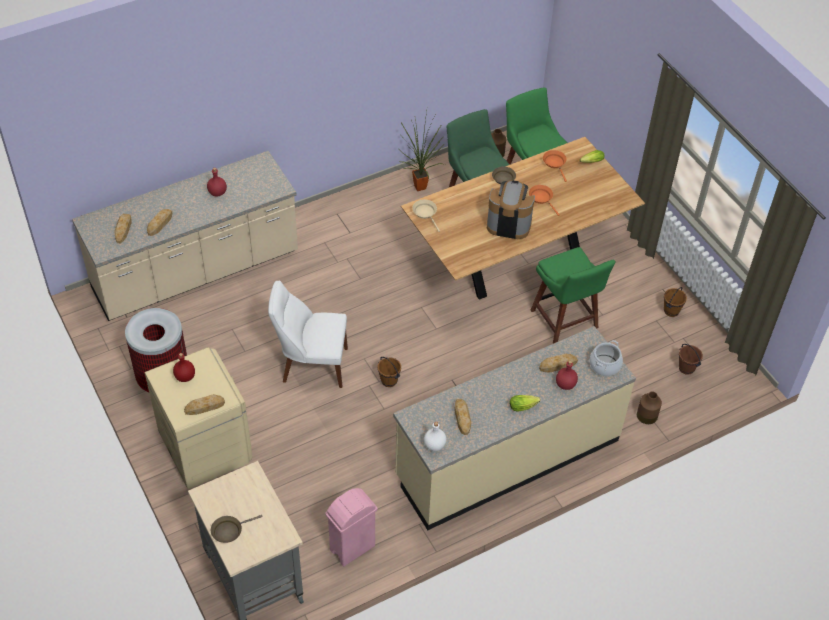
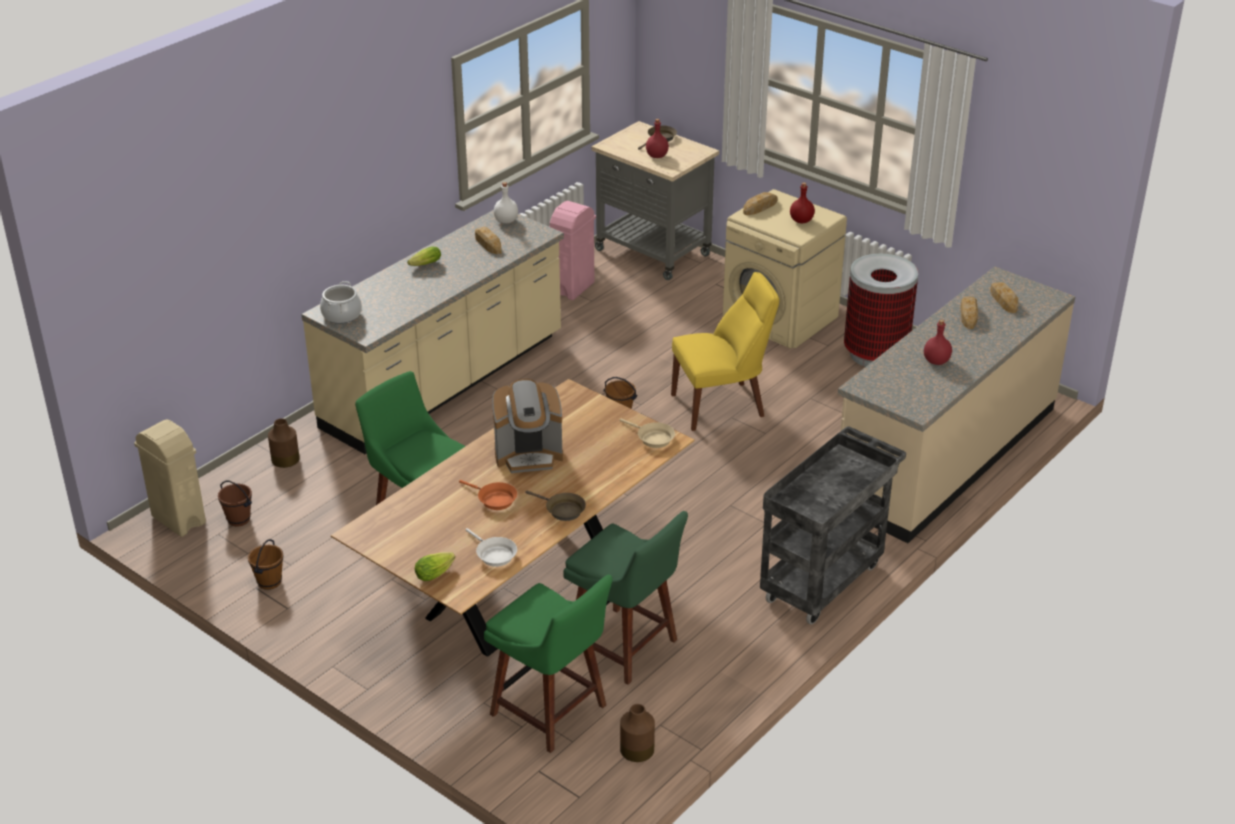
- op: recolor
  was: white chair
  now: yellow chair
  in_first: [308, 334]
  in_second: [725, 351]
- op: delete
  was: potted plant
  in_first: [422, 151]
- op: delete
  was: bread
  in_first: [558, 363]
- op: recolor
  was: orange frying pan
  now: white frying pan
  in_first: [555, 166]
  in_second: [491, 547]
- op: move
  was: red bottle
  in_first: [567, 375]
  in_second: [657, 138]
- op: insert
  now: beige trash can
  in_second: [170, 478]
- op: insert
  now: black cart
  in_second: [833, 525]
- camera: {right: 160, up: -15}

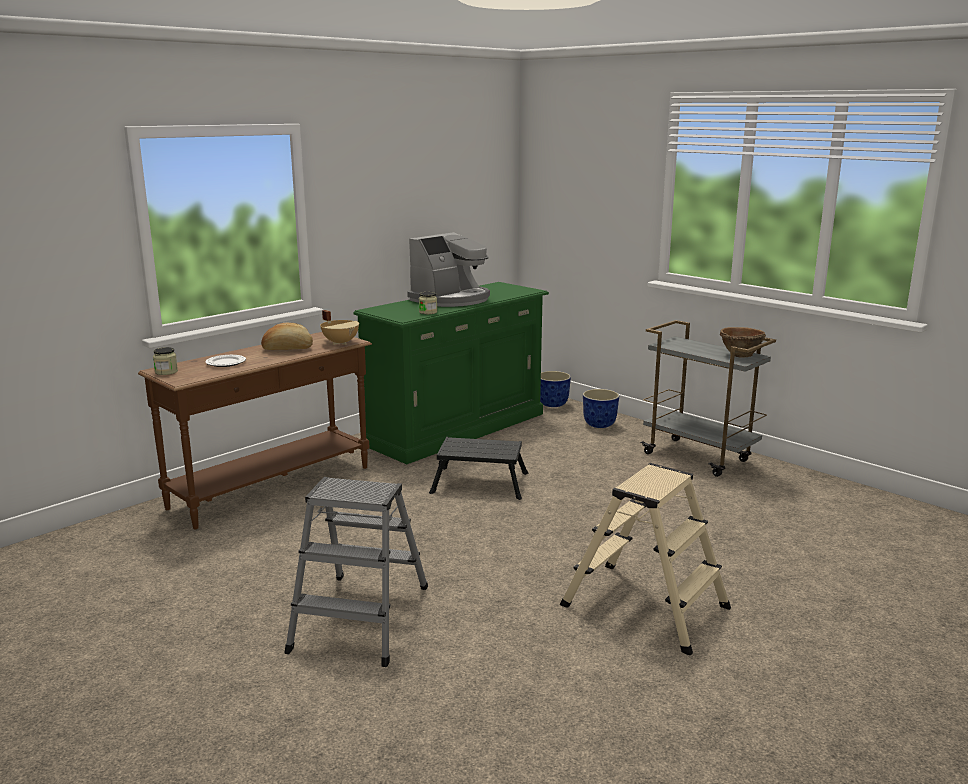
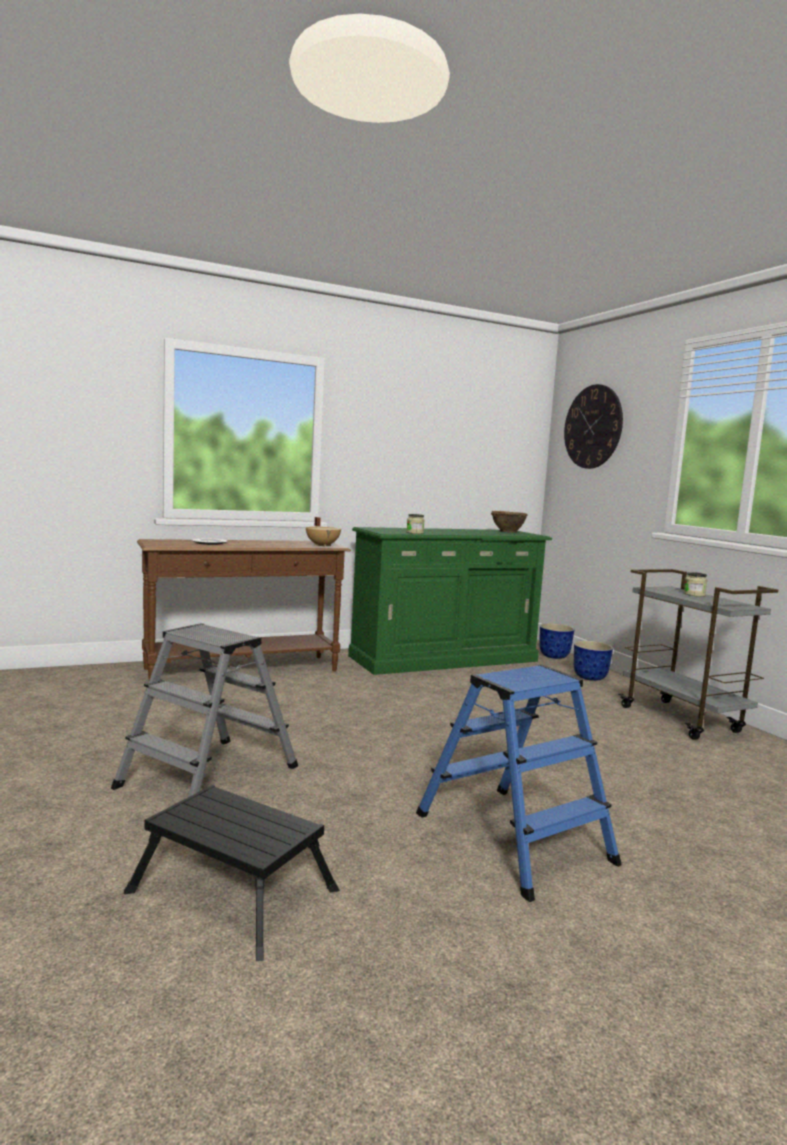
- op: move
  was: jar
  in_first: [165, 361]
  in_second: [695, 584]
- op: delete
  was: bread
  in_first: [287, 336]
- op: delete
  was: coffee machine
  in_first: [448, 269]
- op: move
  was: black step ladder
  in_first: [478, 468]
  in_second: [232, 873]
- op: recolor
  was: beige step ladder
  now: blue step ladder
  in_first: [645, 559]
  in_second: [519, 783]
- op: move
  was: brown bowl
  in_first: [743, 342]
  in_second: [509, 521]
- op: insert
  now: wall clock
  in_second: [593, 426]
- camera: {right: 20, up: -10}

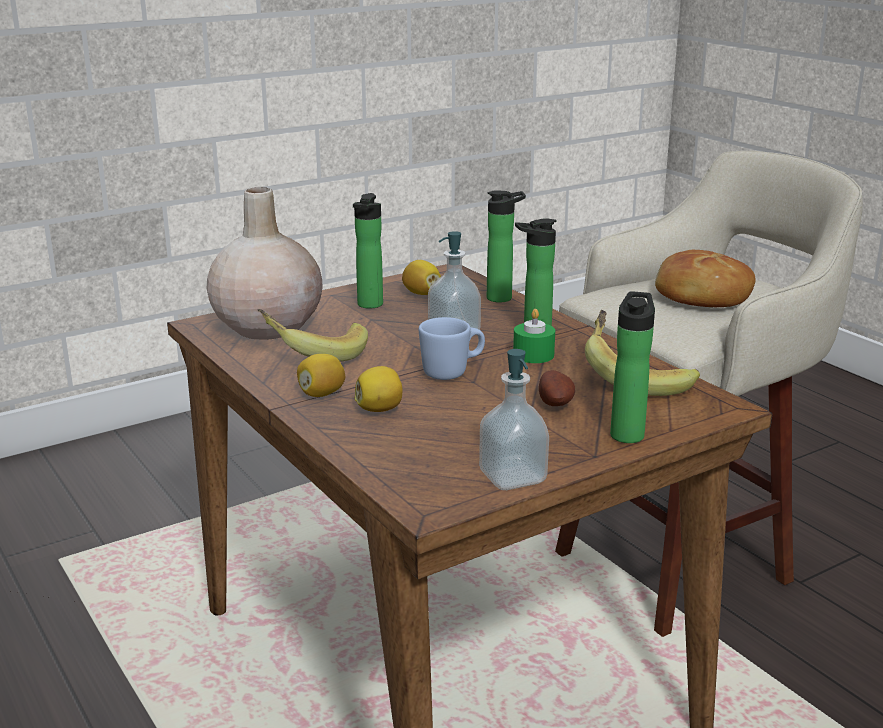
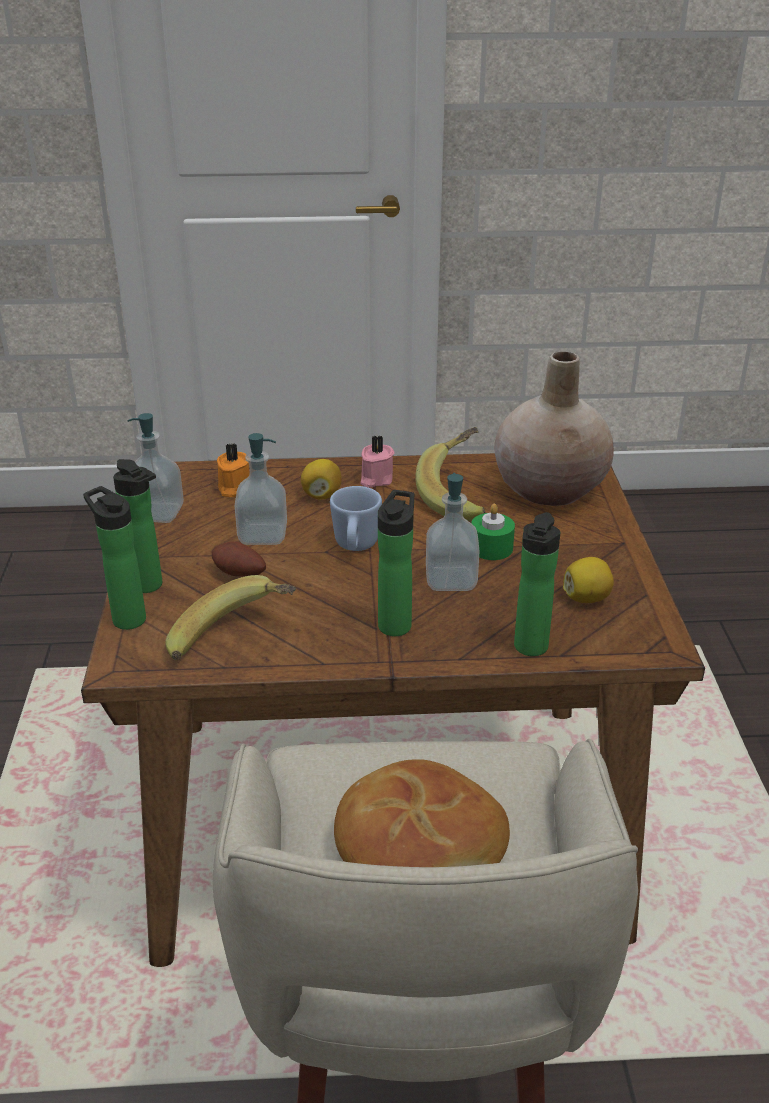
- op: replace
  was: lemon
  now: pink candle
  in_first: [321, 375]
  in_second: [377, 461]
- op: move
  was: bottle
  in_first: [368, 251]
  in_second: [114, 558]
- op: move
  was: green candle
  in_first: [534, 336]
  in_second: [493, 532]
- op: insert
  now: orange candle
  in_second: [233, 470]
- op: insert
  now: soap dispenser
  in_second: [261, 489]
- camera: {right: 120, up: 10}

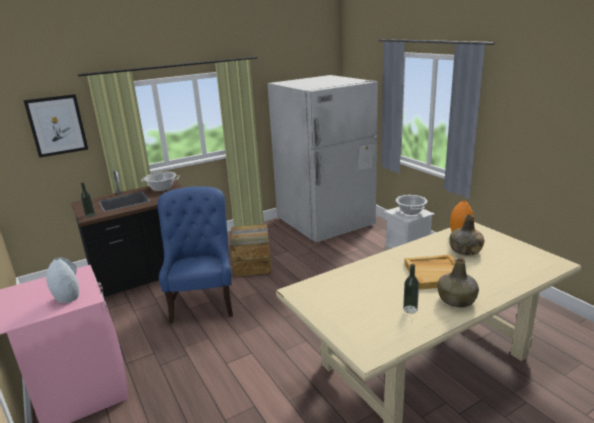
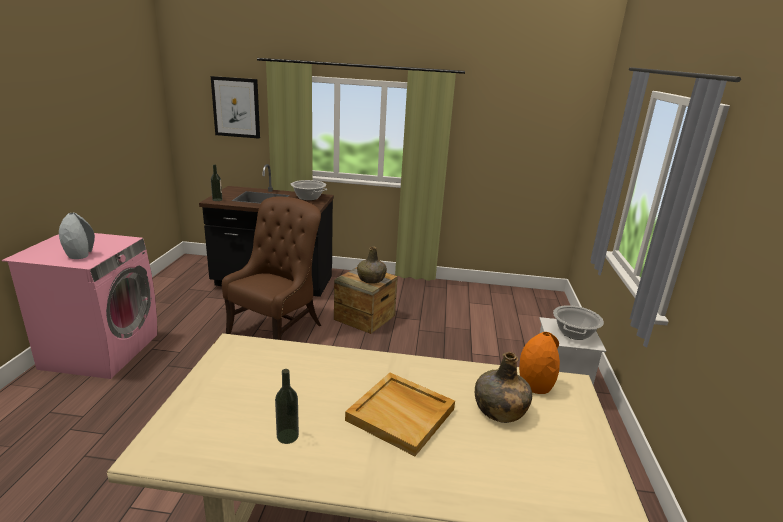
- op: recolor
  was: blue chair
  now: brown chair
  in_first: [195, 254]
  in_second: [271, 268]
- op: delete
  was: white fridge
  in_first: [322, 158]
- op: move
  was: green bottle
  in_first: [458, 282]
  in_second: [372, 265]
- camera: {right: 35, up: 0}

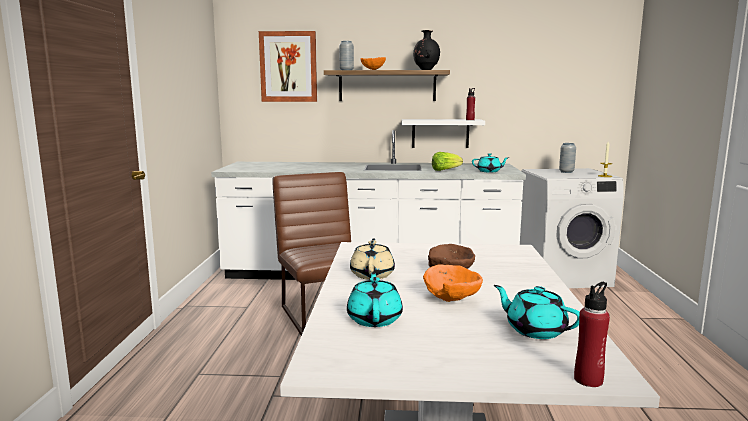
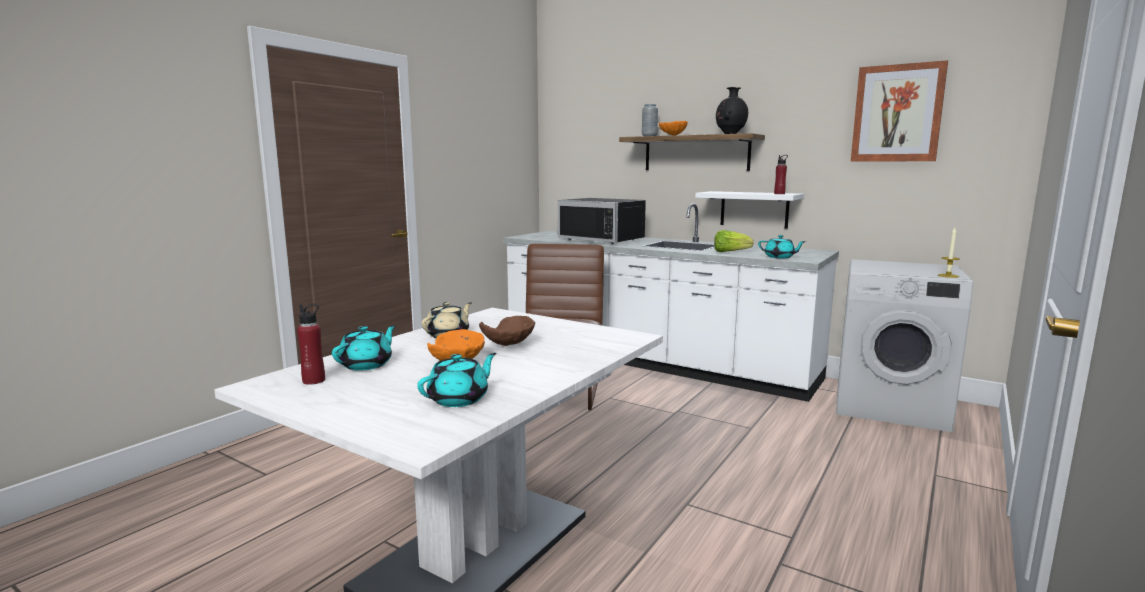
- op: move
  was: picture
  in_first: [288, 66]
  in_second: [899, 111]
- op: rotate
  was: turquoise teapot
  in_first: [537, 312]
  in_second: [456, 380]
  clockwise: 60
- op: delete
  was: grey vase
  in_first: [567, 158]
- op: move
  was: red bottle
  in_first: [592, 334]
  in_second: [311, 344]
- op: insert
  now: black microwave
  in_second: [602, 221]
- camera: {right: 30, up: 0}

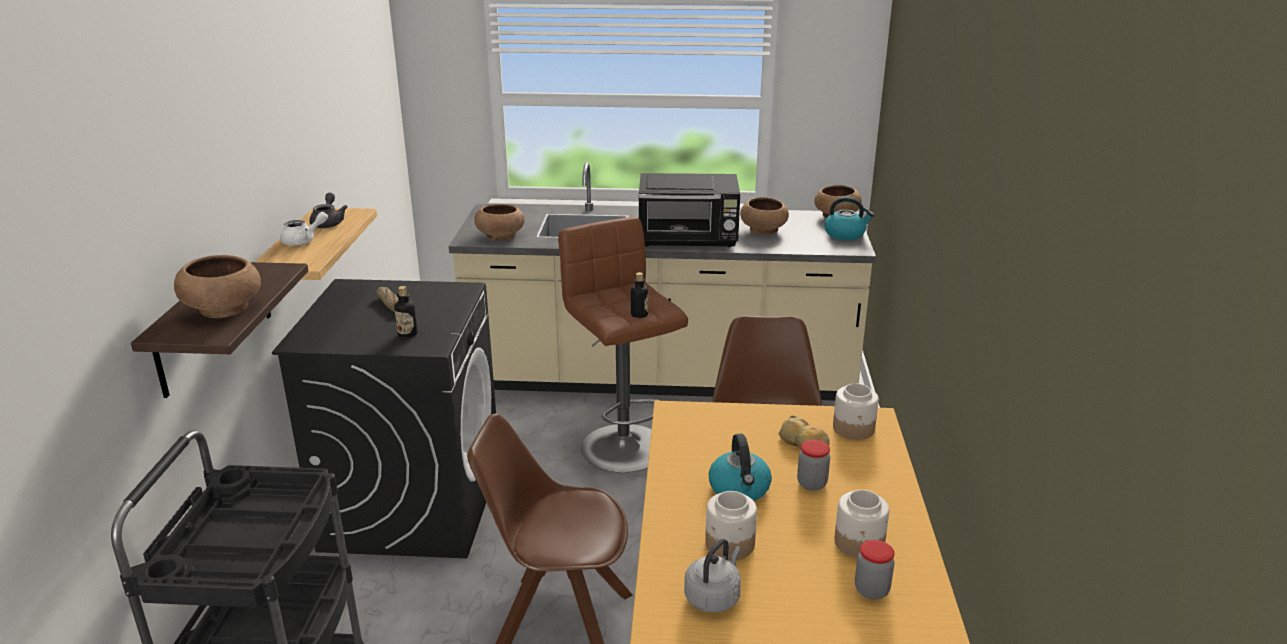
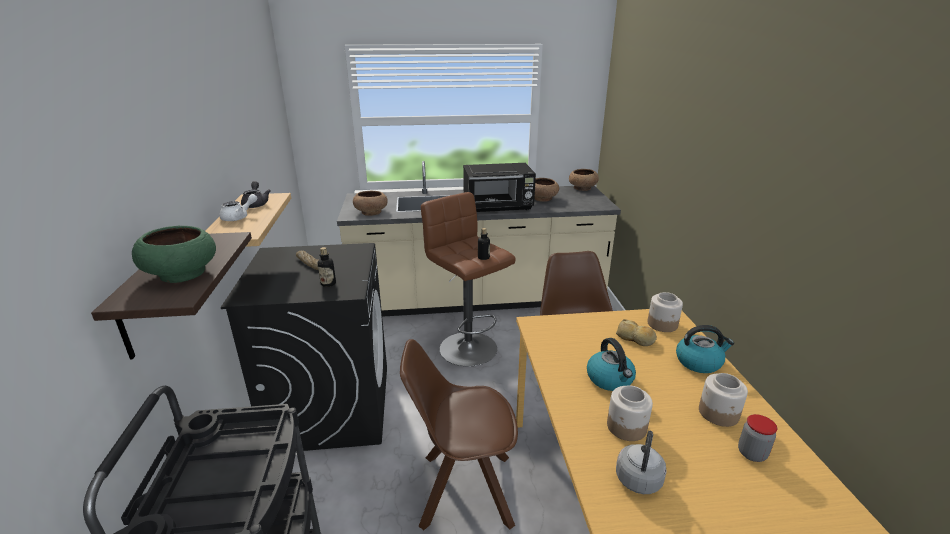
- op: recolor
  was: brown bowl
  now: green bowl
  in_first: [217, 286]
  in_second: [174, 254]
- op: delete
  was: jar
  in_first: [813, 465]
- op: move
  was: kettle
  in_first: [849, 218]
  in_second: [705, 349]
- camera: {right: -10, up: 0}

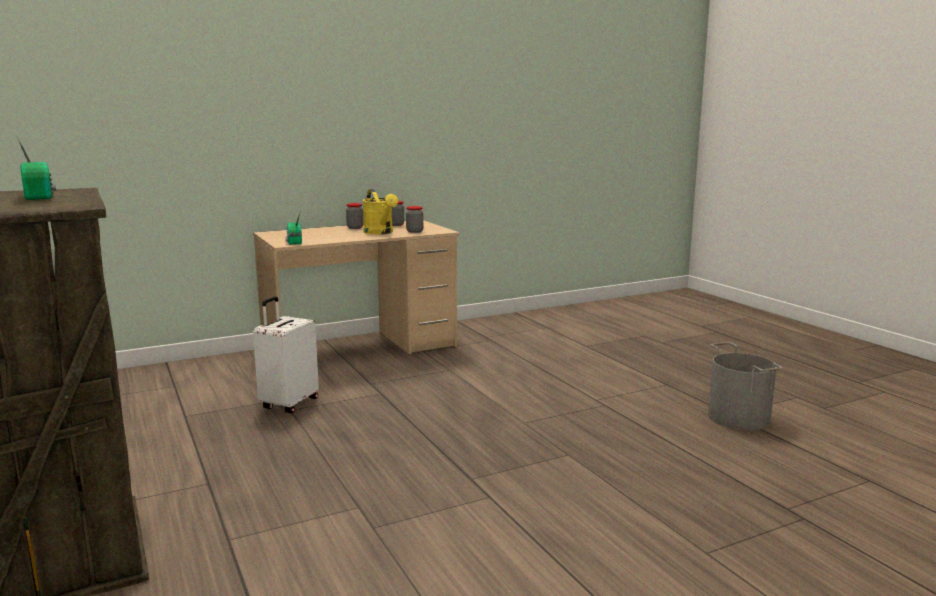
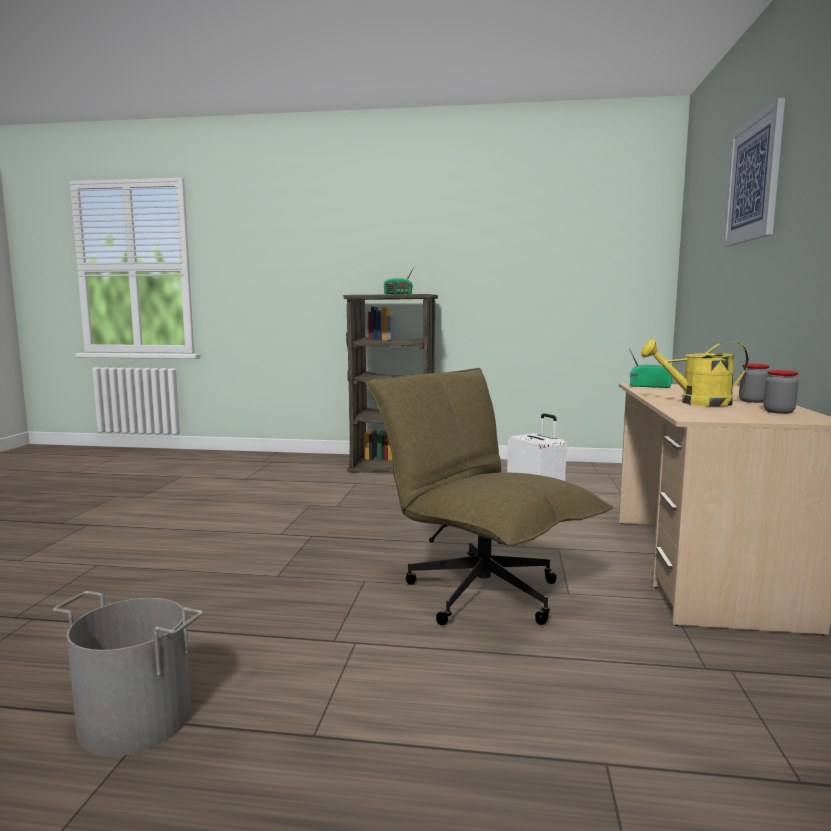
- op: delete
  was: jar
  in_first: [414, 219]
- op: insert
  now: beige office chair
  in_second: [489, 496]
- op: insert
  now: picture
  in_second: [754, 172]
- camera: {right: 125, up: -5}

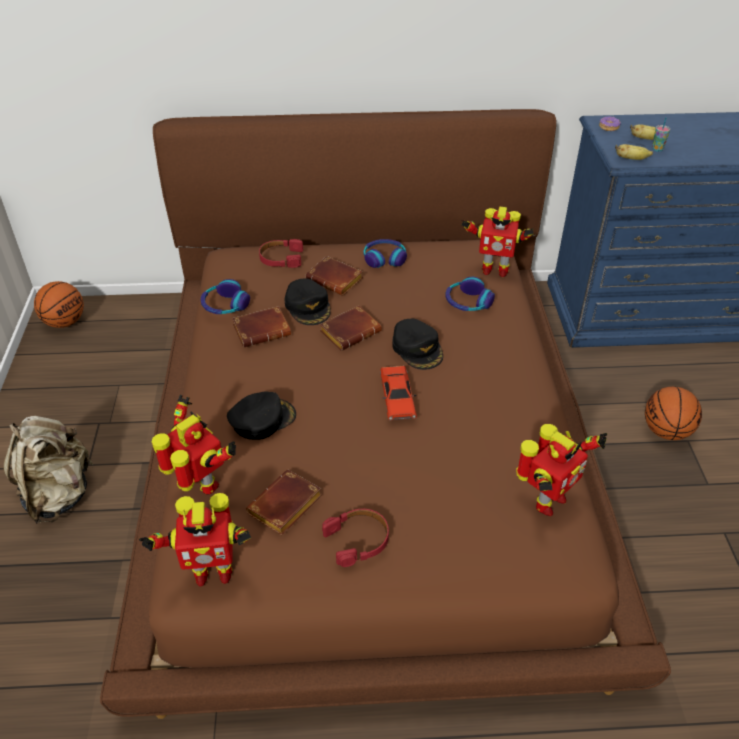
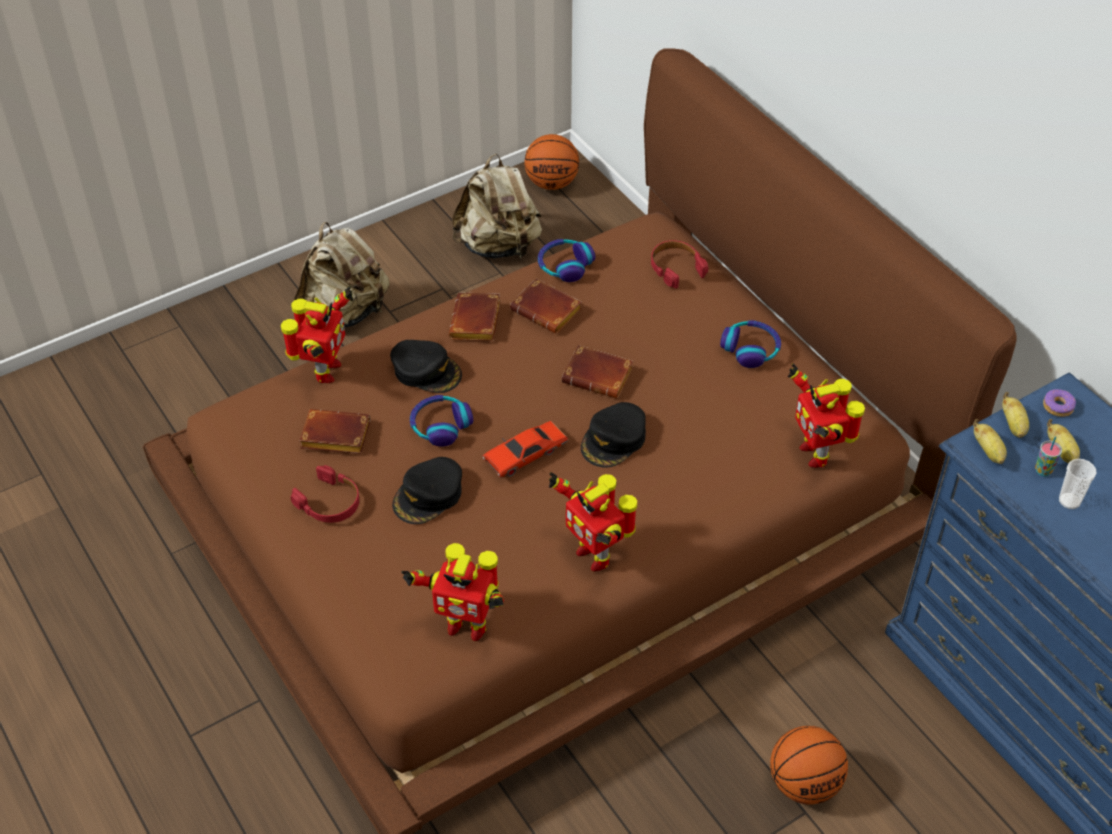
- op: move
  was: toy robot
  in_first: [195, 540]
  in_second: [593, 522]
- op: move
  was: black cap
  in_first: [308, 302]
  in_second: [427, 490]
- op: move
  was: brown book
  in_first: [334, 276]
  in_second: [475, 316]
- op: move
  was: headphones
  in_first: [470, 294]
  in_second: [441, 420]
- op: insert
  now: beige backpack
  in_second: [497, 206]
- op: insert
  now: banana
  in_second: [1015, 415]
- op: insert
  now: cup
  in_second: [1078, 484]
- camera: {right: 60, up: 5}

